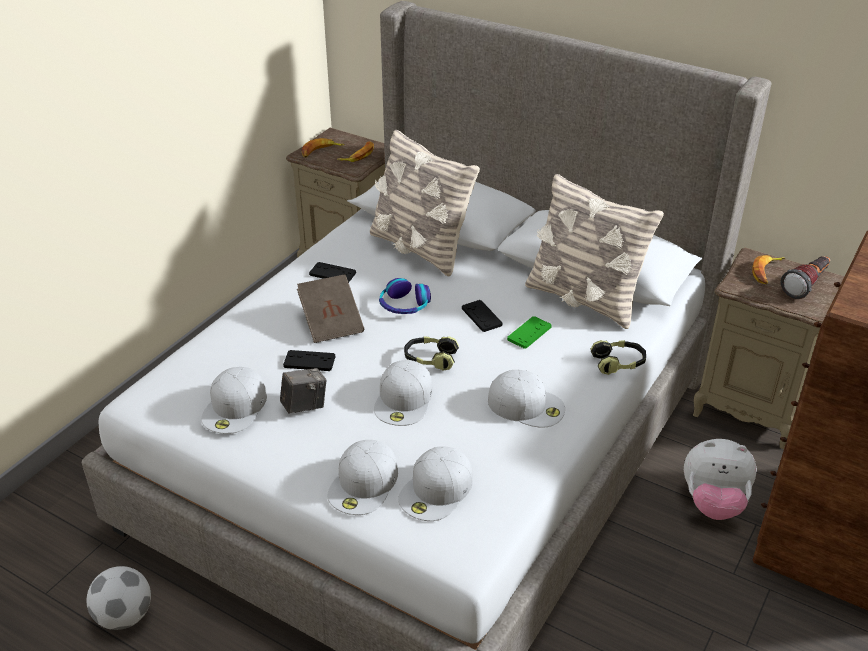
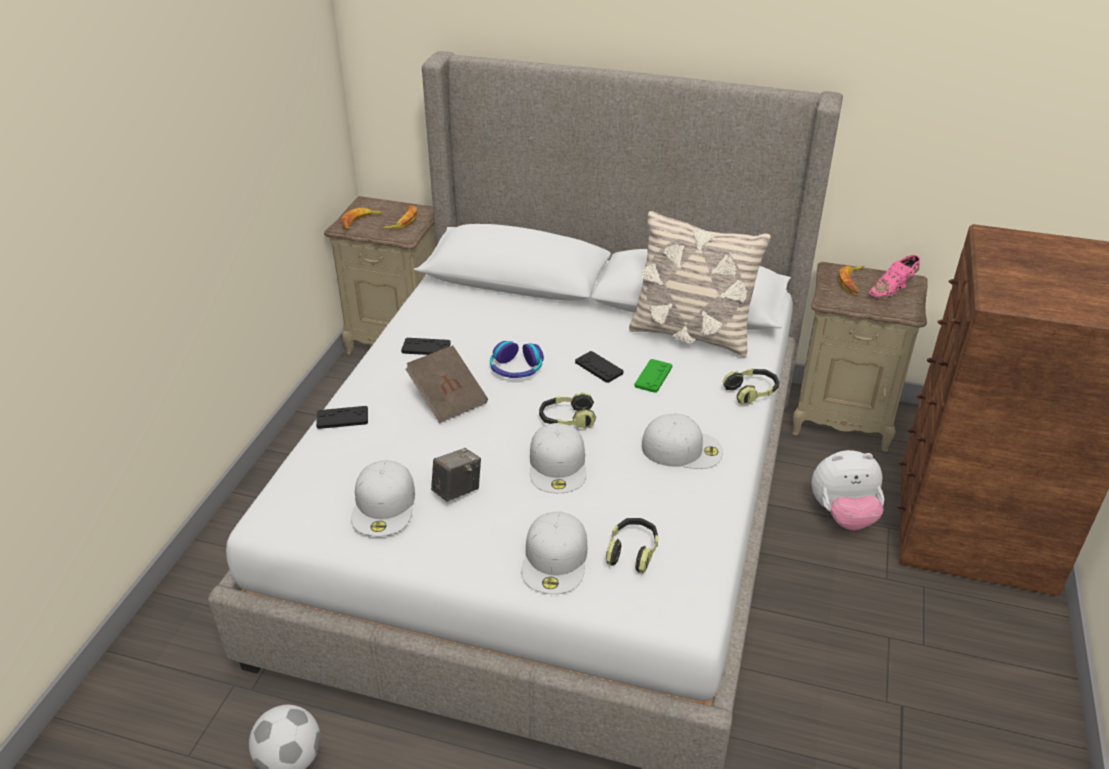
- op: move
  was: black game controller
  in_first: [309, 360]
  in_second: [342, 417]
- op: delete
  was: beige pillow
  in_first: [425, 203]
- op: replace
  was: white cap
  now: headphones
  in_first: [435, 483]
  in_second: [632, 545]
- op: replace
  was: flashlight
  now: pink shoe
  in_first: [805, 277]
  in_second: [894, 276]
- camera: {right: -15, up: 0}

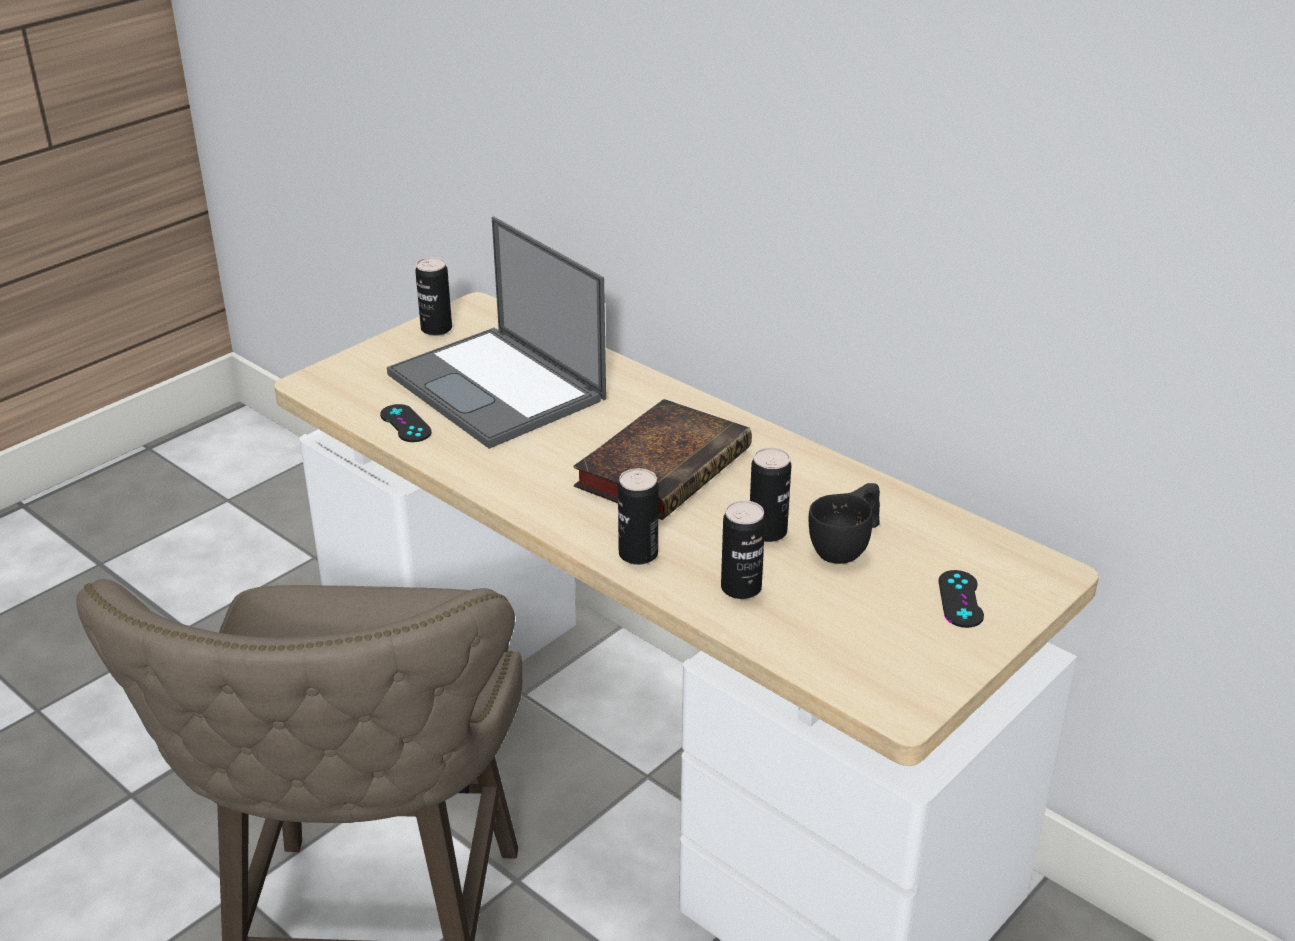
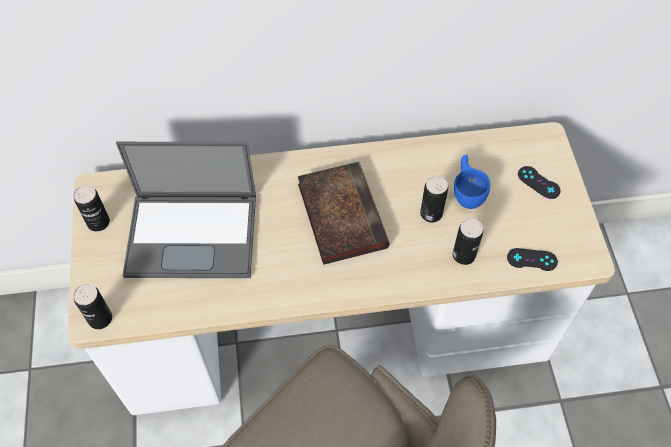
- op: move
  was: black game controller
  in_first: [406, 423]
  in_second: [532, 259]
- op: move
  was: can
  in_first: [638, 516]
  in_second: [92, 306]
- op: recolor
  was: black cup
  now: blue cup
  in_first: [844, 523]
  in_second: [472, 182]
- camera: {right: -50, up: 25}

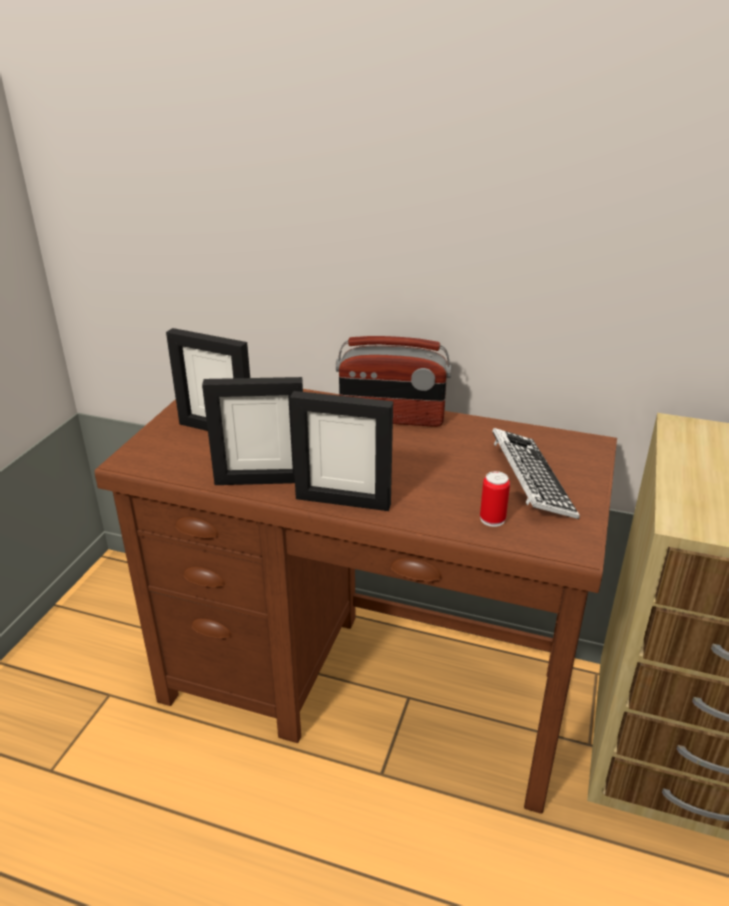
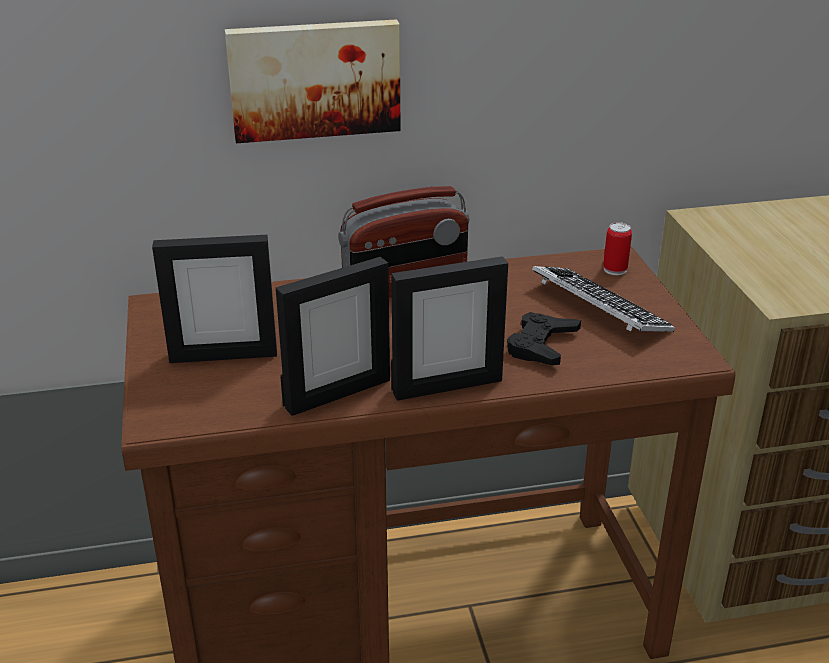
- op: move
  was: can
  in_first: [495, 499]
  in_second: [617, 248]
- op: insert
  now: picture
  in_second: [313, 81]
- op: insert
  now: black game controller
  in_second: [544, 338]
- camera: {right: -30, up: 0}

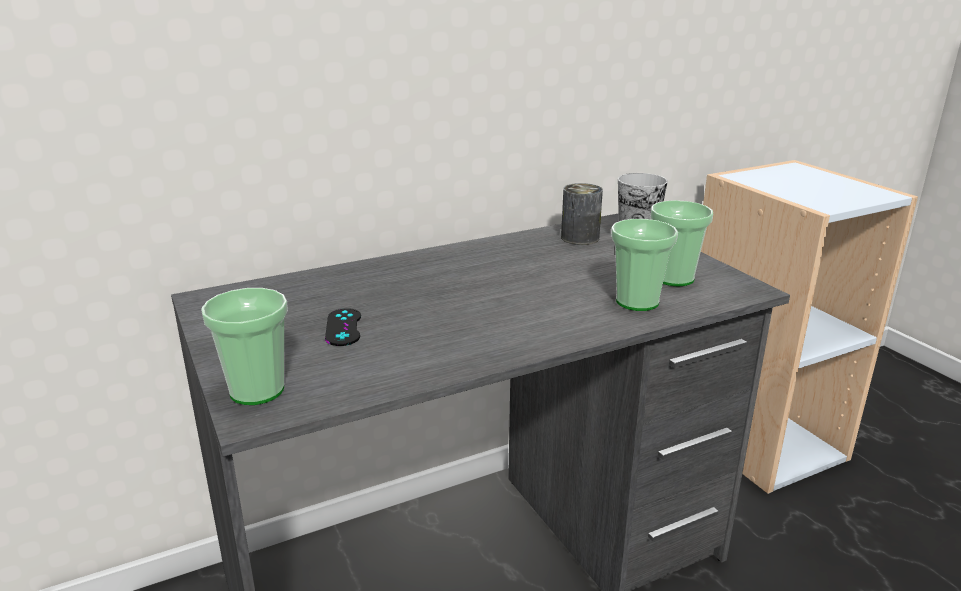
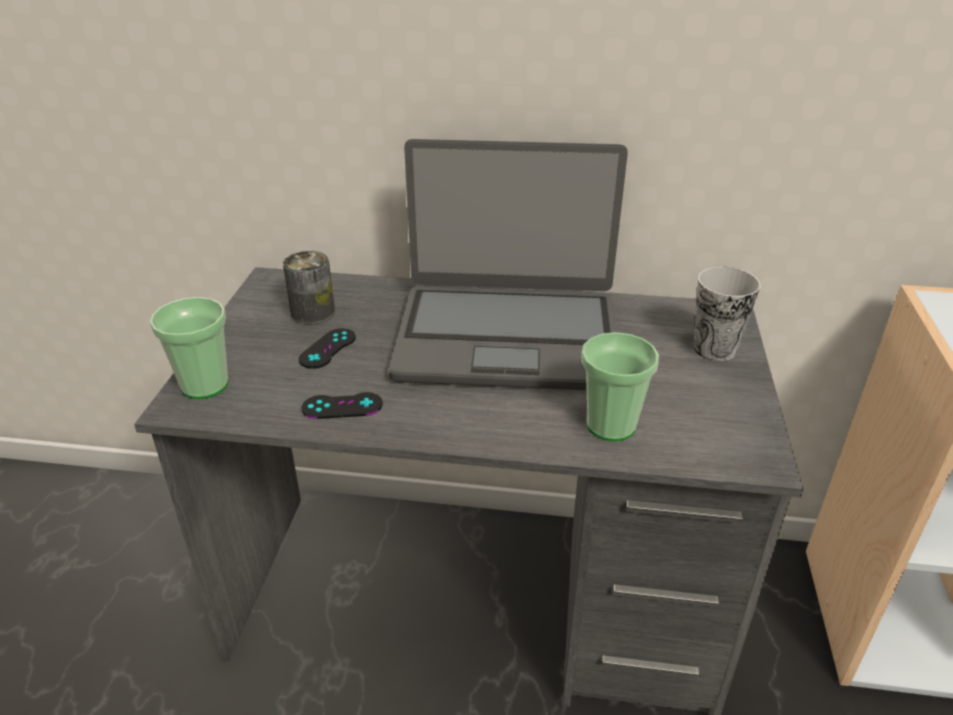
- op: move
  was: can
  in_first: [582, 214]
  in_second: [309, 287]
- op: delete
  was: cup
  in_first: [682, 243]
- op: insert
  now: black game controller
  in_second: [342, 405]
- op: insert
  now: laptop
  in_second: [508, 264]
- camera: {right: 35, up: 10}

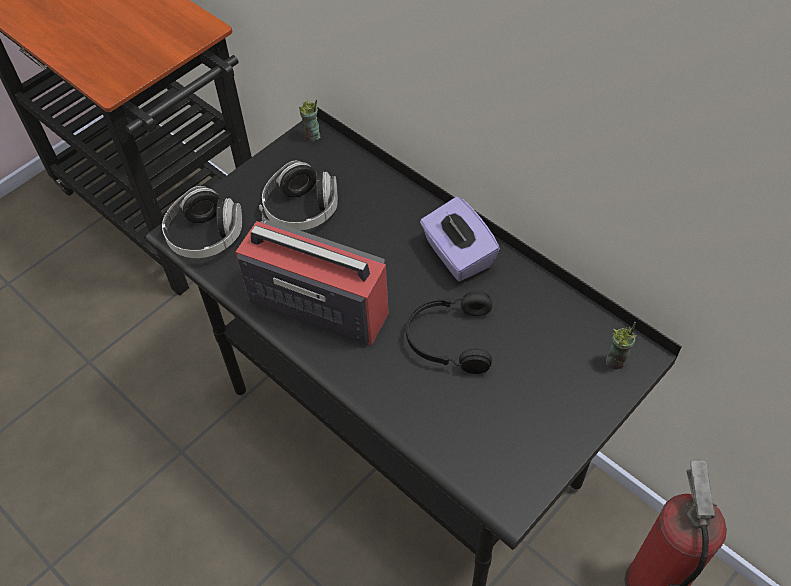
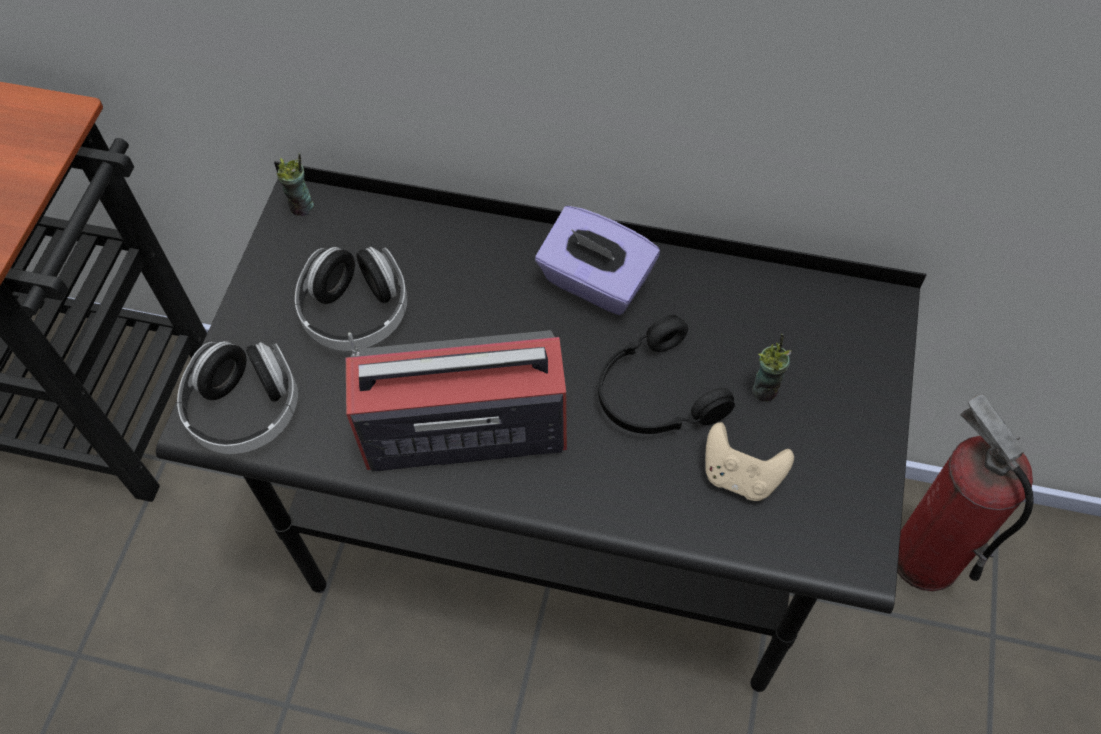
- op: move
  was: cup
  in_first: [621, 346]
  in_second: [771, 367]
- op: insert
  now: beige game controller
  in_second: [749, 461]
- camera: {right: -30, up: 5}

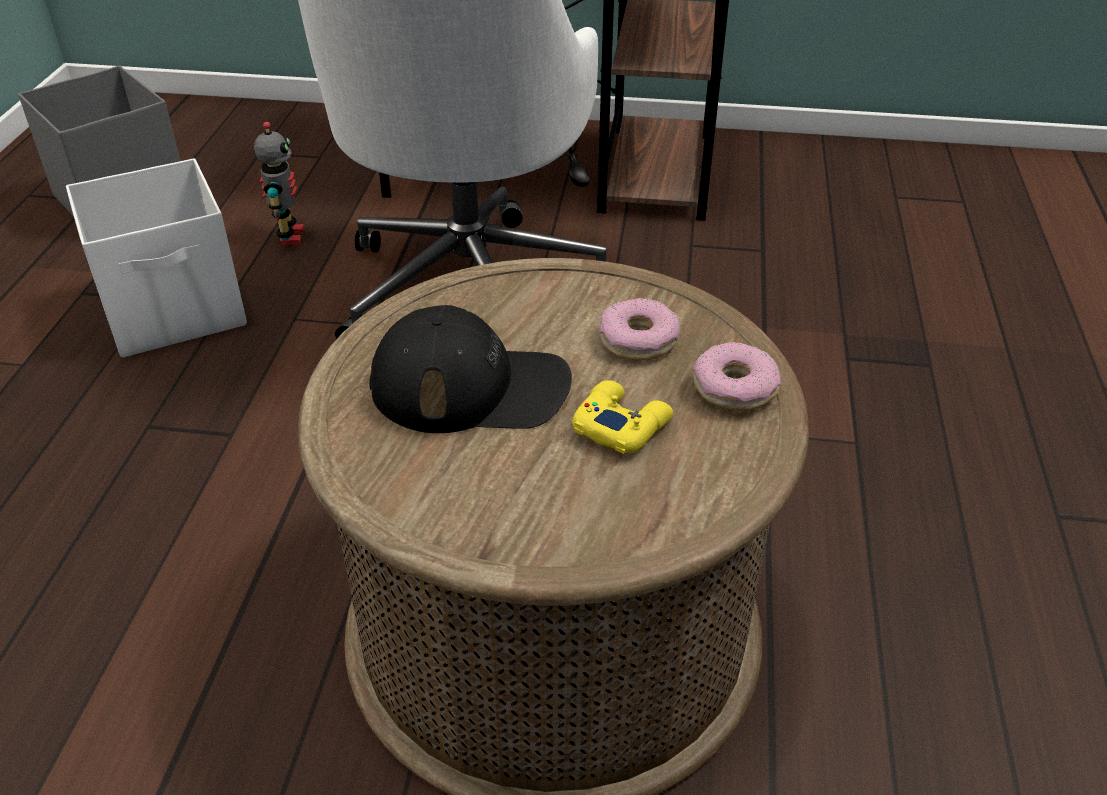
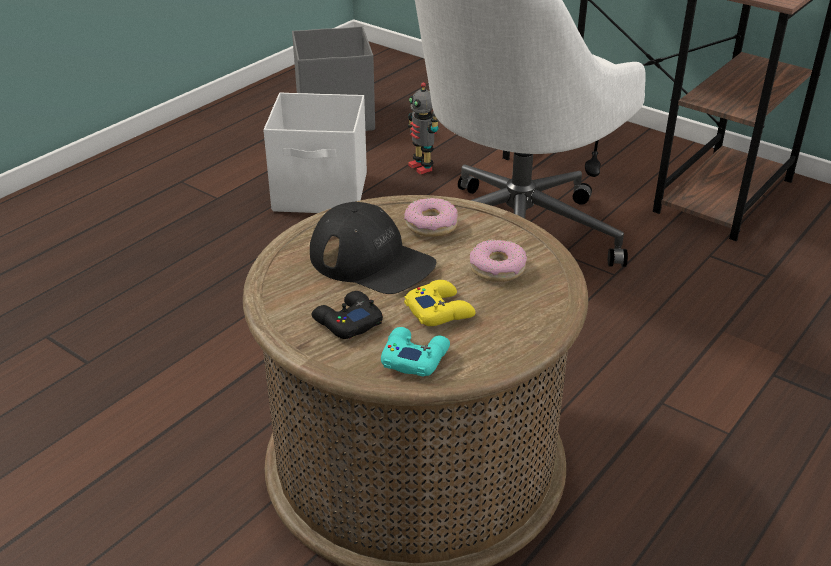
- op: rotate
  was: toy robot
  in_first: [279, 183]
  in_second: [423, 128]
  clockwise: 120
- op: move
  was: donut
  in_first: [737, 376]
  in_second: [431, 217]
- op: insert
  now: black game controller
  in_second: [347, 315]
- op: insert
  now: turquoise game controller
  in_second: [415, 352]
- camera: {right: 30, up: -5}

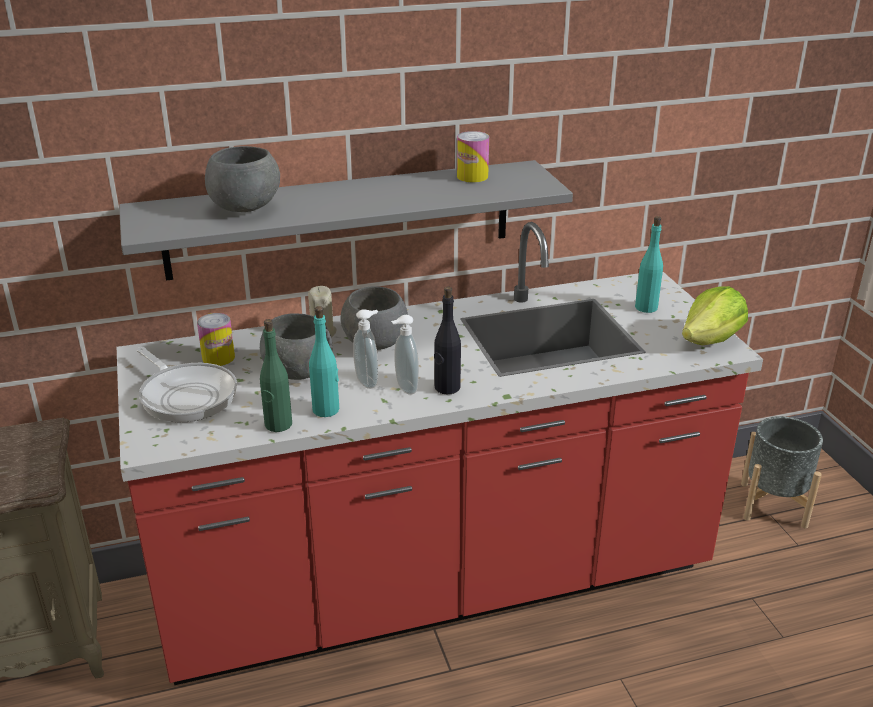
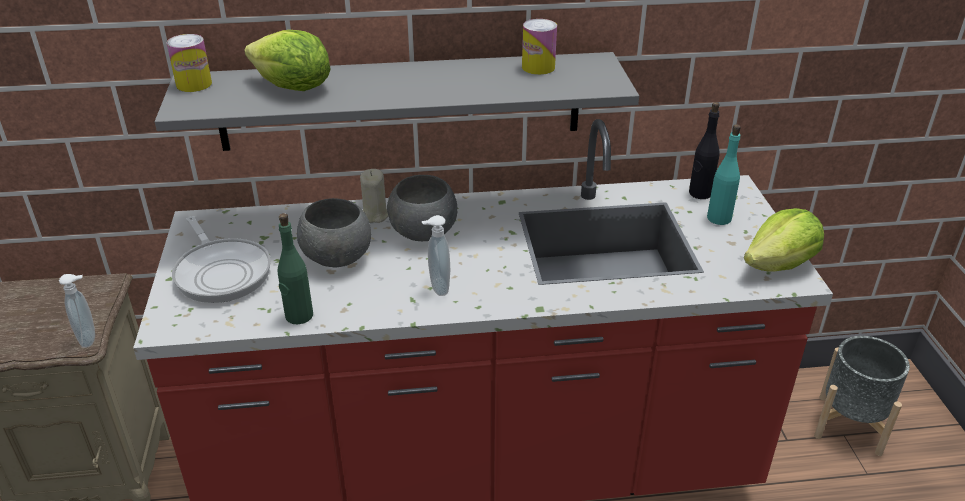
- op: move
  was: can
  in_first: [216, 339]
  in_second: [189, 63]
- op: replace
  was: grey bowl
  now: lettuce
  in_first: [242, 179]
  in_second: [287, 60]
- op: delete
  was: turquoise bottle
  in_first: [324, 361]
- op: move
  was: soap dispenser
  in_first: [365, 349]
  in_second: [77, 311]
- op: move
  was: black bottle
  in_first: [447, 340]
  in_second: [704, 150]
- camera: {right: 10, up: 5}

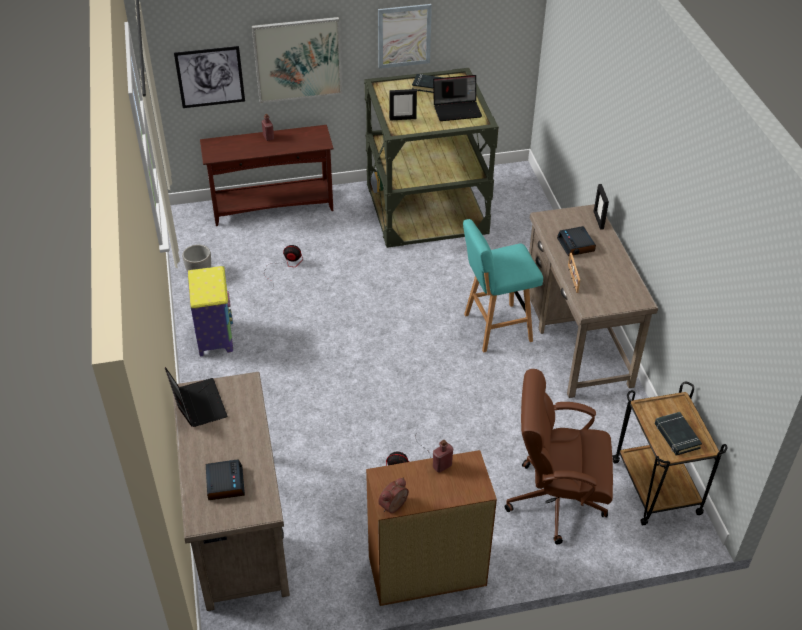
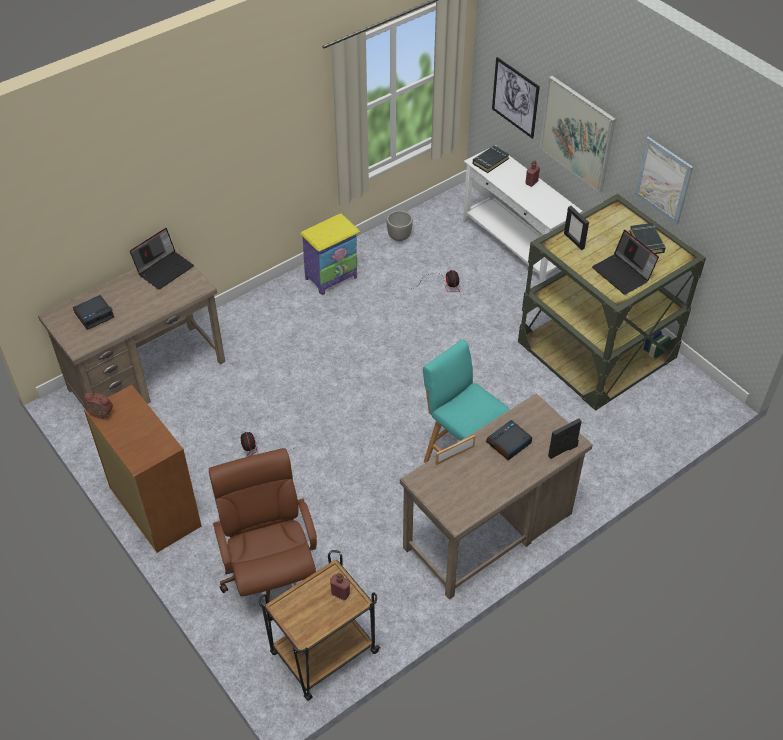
- op: recolor
  was: brown console table
  now: white console table
  in_first: [267, 175]
  in_second: [523, 214]
- op: move
  was: red bottle
  in_first: [443, 456]
  in_second: [340, 586]
- op: move
  was: black book
  in_first: [678, 434]
  in_second: [491, 159]
- camera: {right: 65, up: 5}

